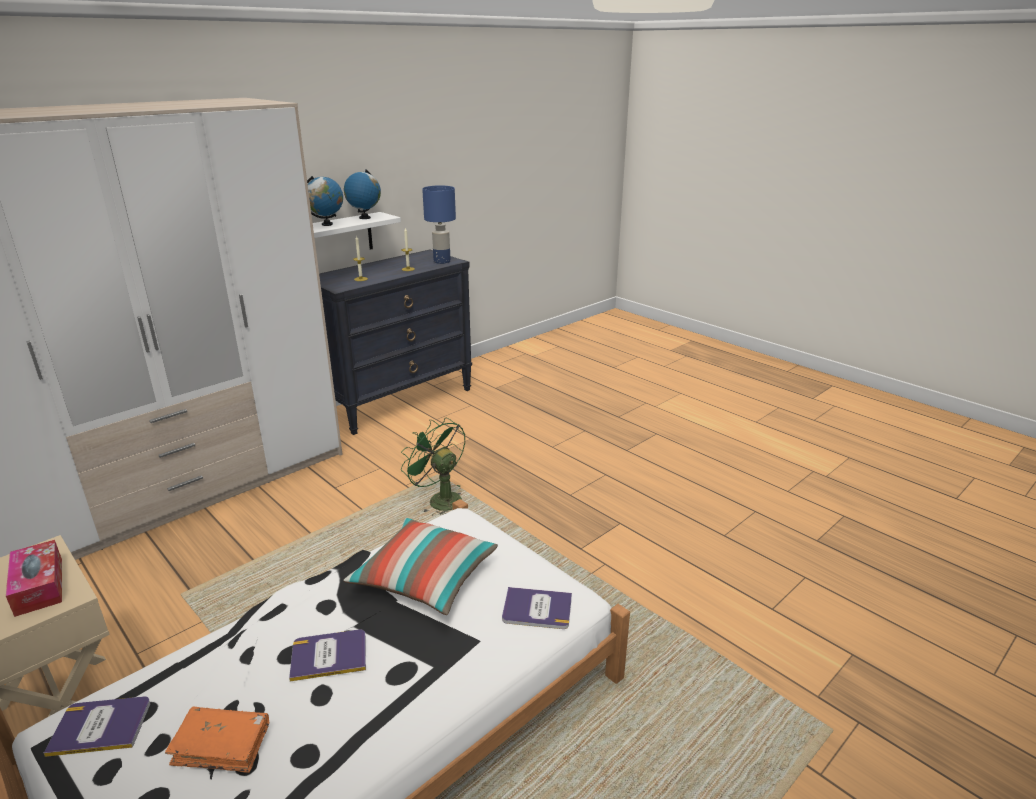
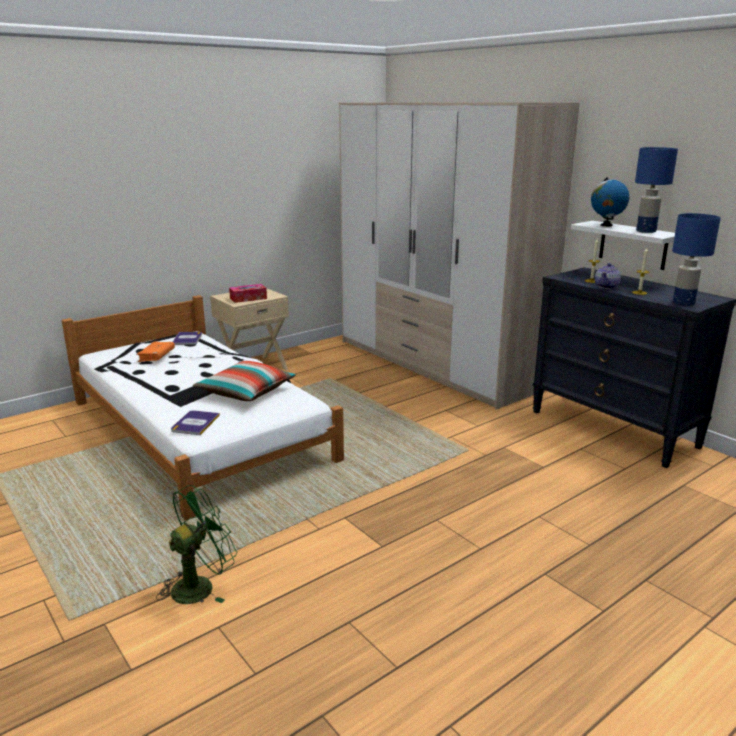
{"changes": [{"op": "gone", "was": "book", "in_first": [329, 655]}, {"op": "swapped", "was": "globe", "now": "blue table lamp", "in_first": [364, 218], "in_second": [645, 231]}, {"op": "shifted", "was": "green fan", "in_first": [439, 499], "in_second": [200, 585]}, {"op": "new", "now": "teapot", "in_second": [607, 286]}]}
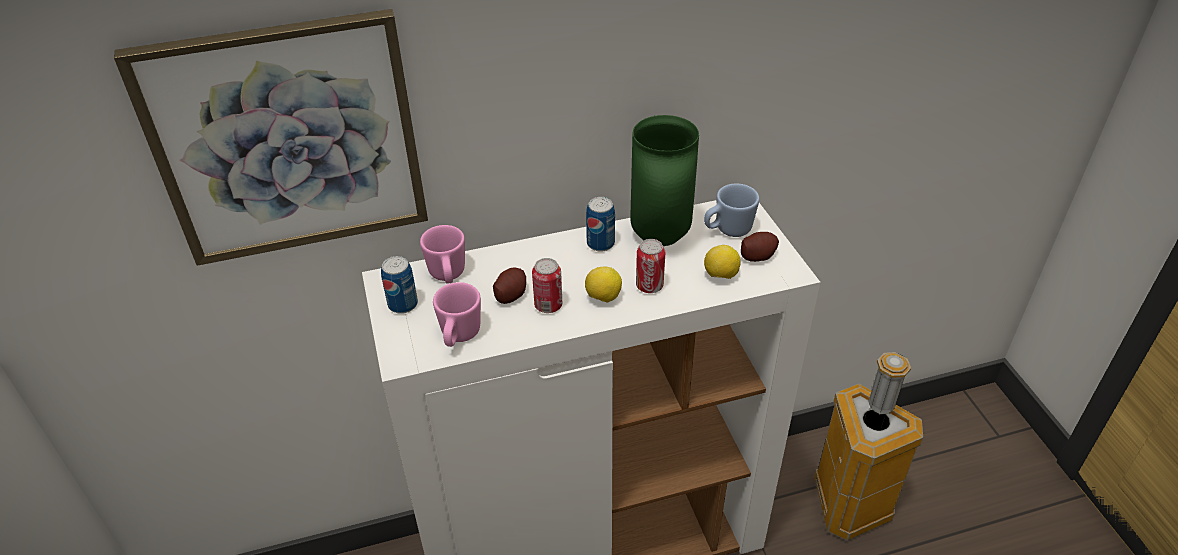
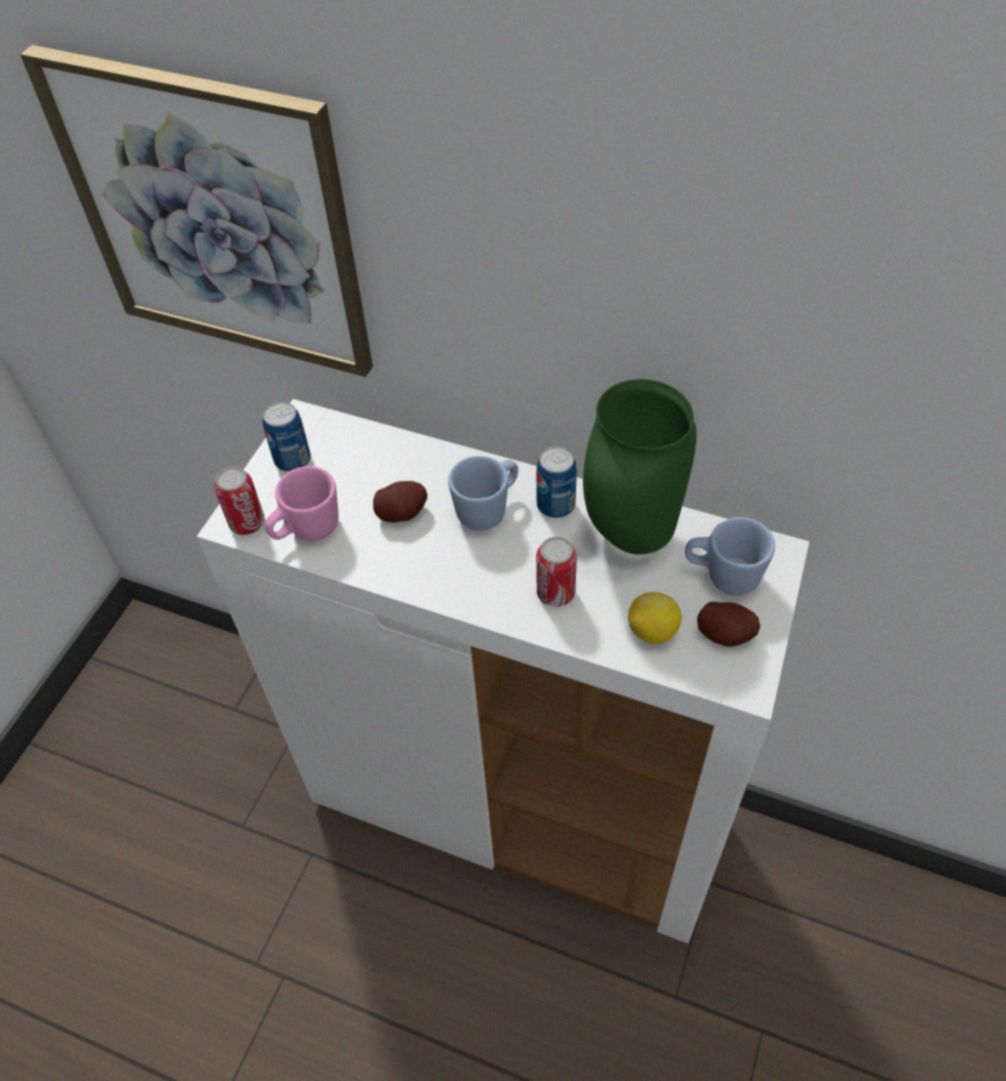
{"changes": [{"op": "gone", "was": "pink mug", "in_first": [448, 276]}, {"op": "shifted", "was": "can", "in_first": [548, 305], "in_second": [247, 523]}, {"op": "gone", "was": "lemon", "in_first": [603, 297]}, {"op": "gone", "was": "trash can", "in_first": [847, 504]}, {"op": "new", "now": "blue mug", "in_second": [488, 509]}]}
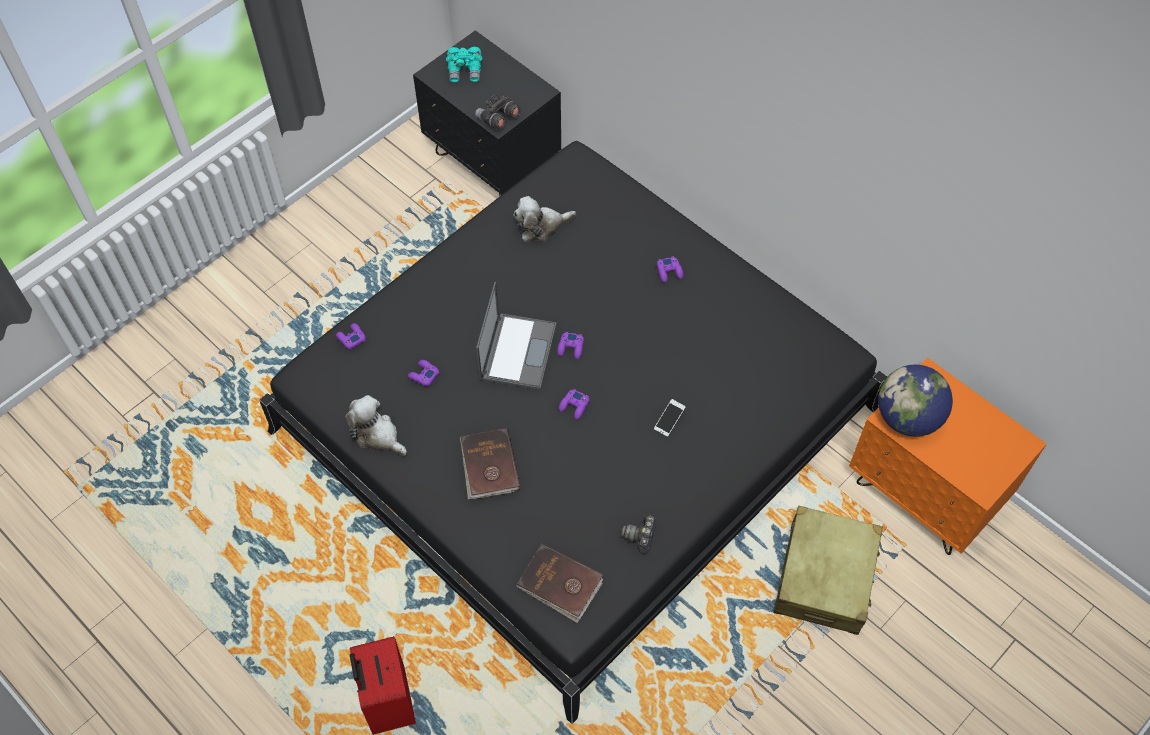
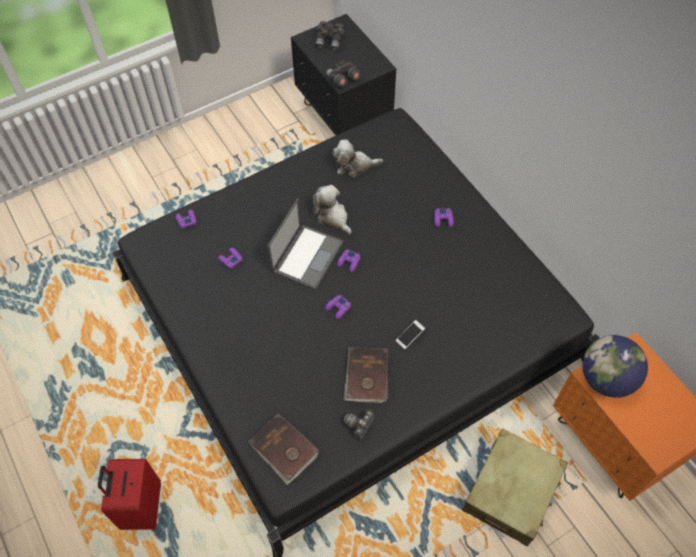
{"changes": [{"op": "shifted", "was": "plush toy", "in_first": [377, 435], "in_second": [332, 217]}, {"op": "repainted", "was": "turquoise binoculars", "now": "grey binoculars", "in_first": [465, 71], "in_second": [330, 41]}, {"op": "shifted", "was": "brown book", "in_first": [489, 466], "in_second": [366, 376]}]}
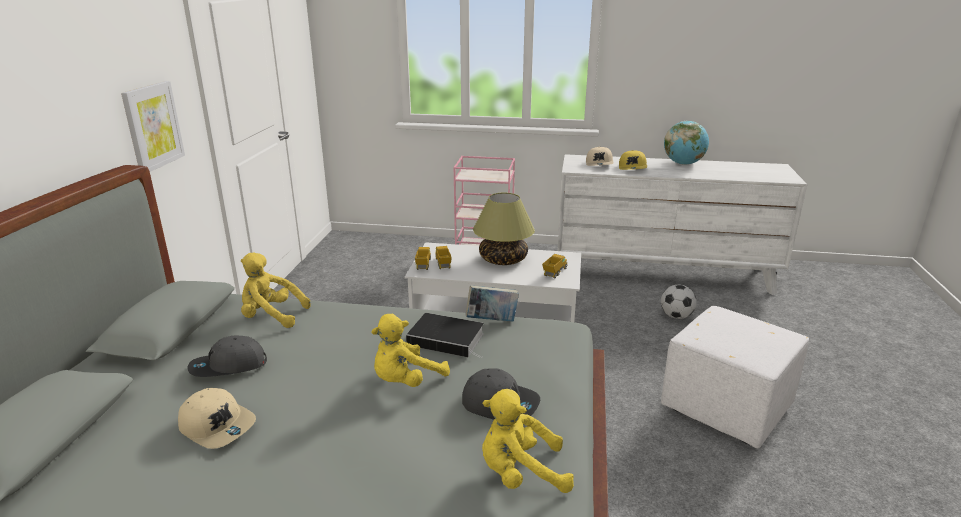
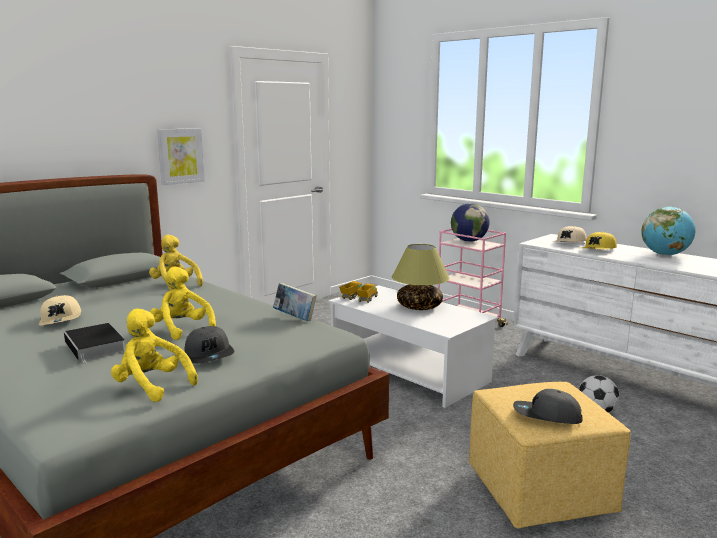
{"changes": [{"op": "shifted", "was": "grey cap", "in_first": [228, 367], "in_second": [546, 416]}, {"op": "rotated", "was": "yellow plush toy", "in_first": [406, 381], "in_second": [182, 330], "clockwise": 60}, {"op": "shifted", "was": "book", "in_first": [448, 339], "in_second": [96, 347]}, {"op": "gone", "was": "toy truck", "in_first": [554, 273]}, {"op": "repainted", "was": "white ottoman", "now": "yellow ottoman", "in_first": [727, 407], "in_second": [542, 493]}, {"op": "new", "now": "globe", "in_second": [469, 241]}]}
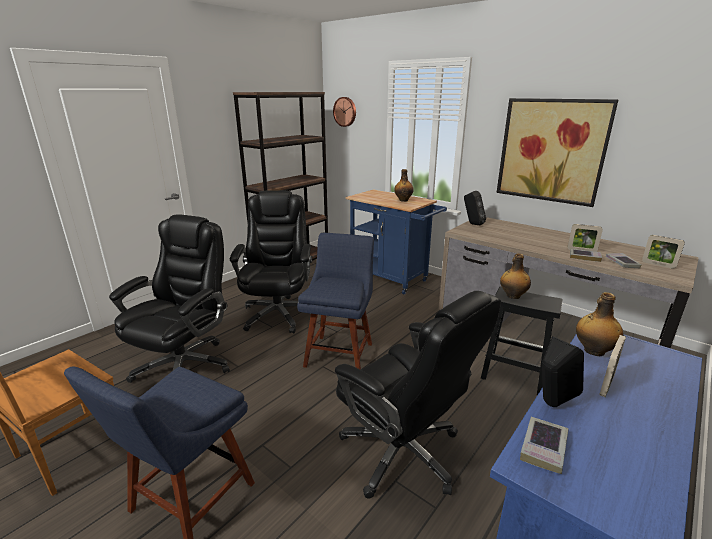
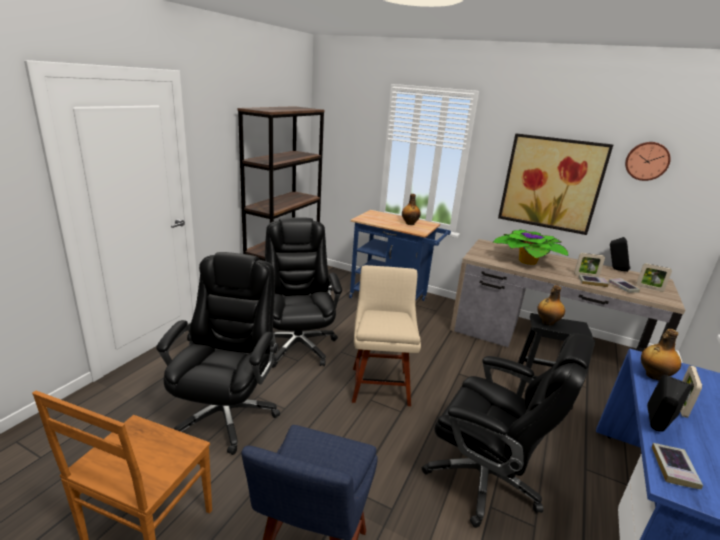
{"changes": [{"op": "repainted", "was": "blue chair", "now": "beige chair", "in_first": [340, 352], "in_second": [380, 383]}, {"op": "shifted", "was": "wall clock", "in_first": [345, 111], "in_second": [647, 161]}, {"op": "shifted", "was": "black speaker", "in_first": [472, 224], "in_second": [615, 269]}, {"op": "new", "now": "potted plant", "in_second": [527, 260]}]}
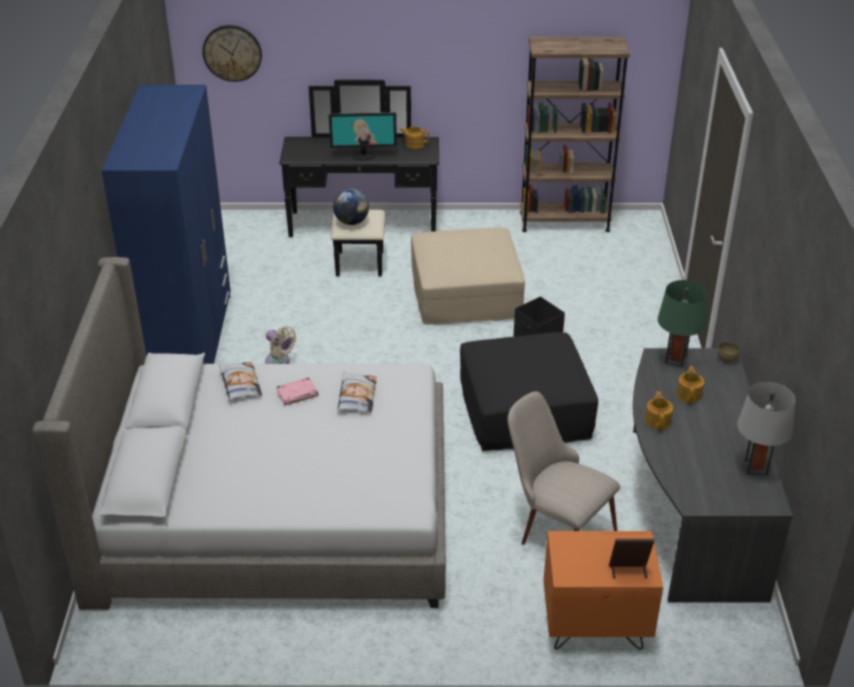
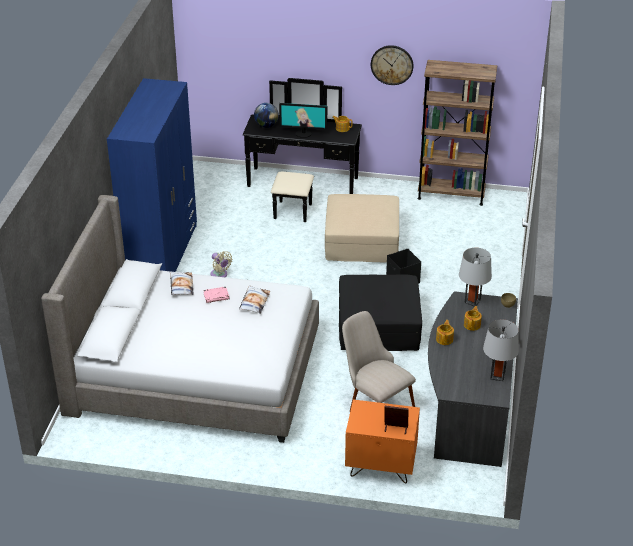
{"changes": [{"op": "shifted", "was": "wall clock", "in_first": [232, 53], "in_second": [392, 64]}, {"op": "shifted", "was": "globe", "in_first": [351, 222], "in_second": [266, 126]}, {"op": "repainted", "was": "green table lamp", "now": "grey table lamp", "in_first": [675, 359], "in_second": [472, 301]}]}
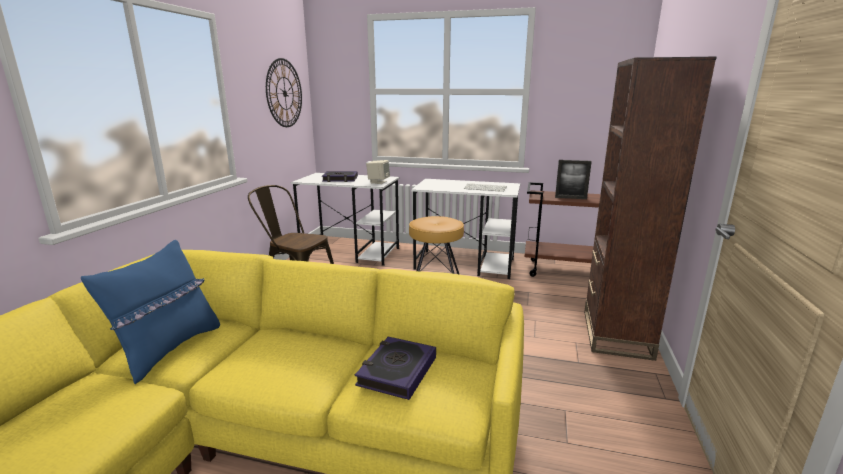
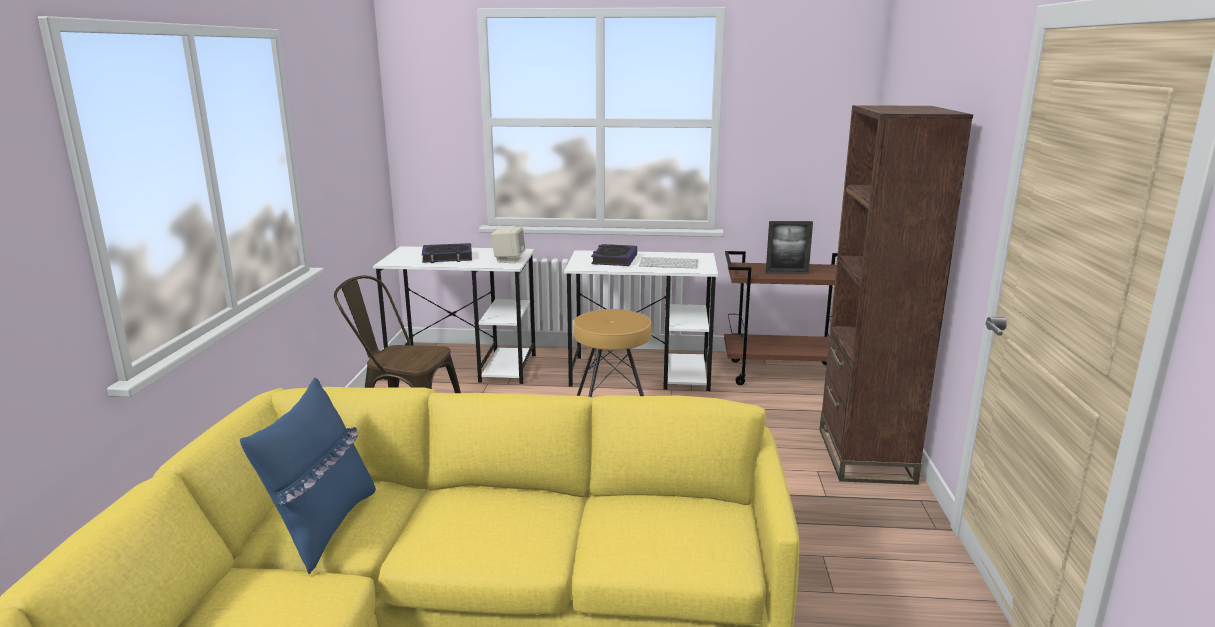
{"changes": [{"op": "gone", "was": "wall clock", "in_first": [284, 93]}, {"op": "shifted", "was": "book", "in_first": [397, 371], "in_second": [614, 259]}]}
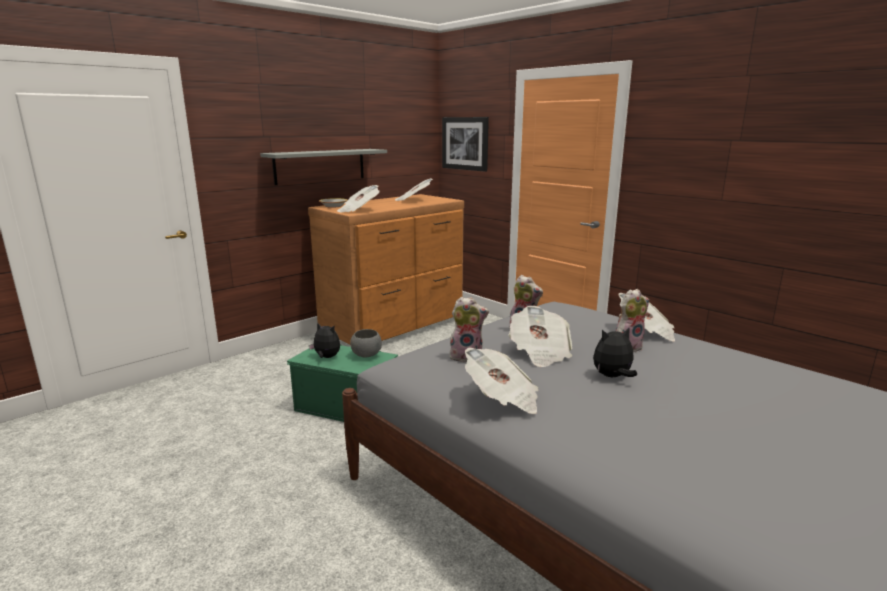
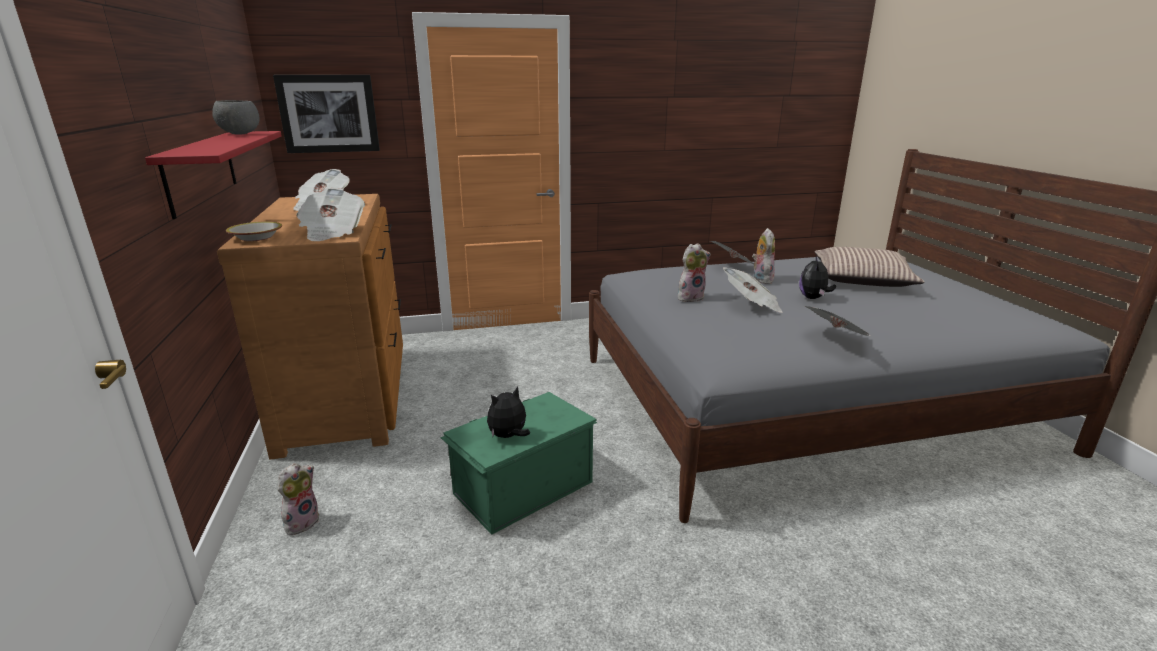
{"changes": [{"op": "repainted", "was": "grey shelf", "now": "red shelf", "in_first": [320, 166], "in_second": [201, 171]}, {"op": "shifted", "was": "grey bowl", "in_first": [366, 355], "in_second": [239, 134]}, {"op": "shifted", "was": "plush toy", "in_first": [466, 356], "in_second": [302, 522]}, {"op": "new", "now": "pillow", "in_second": [862, 279]}]}
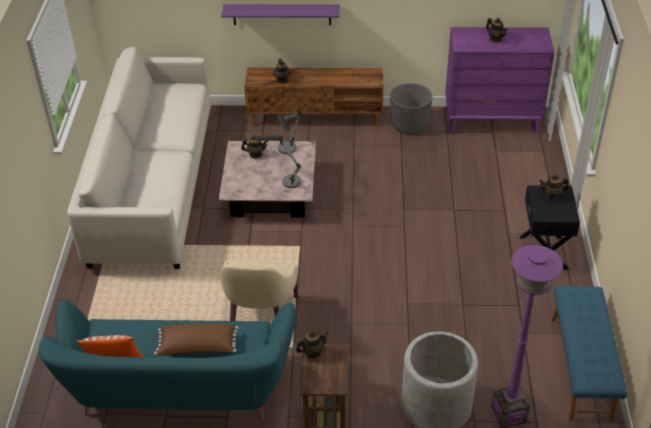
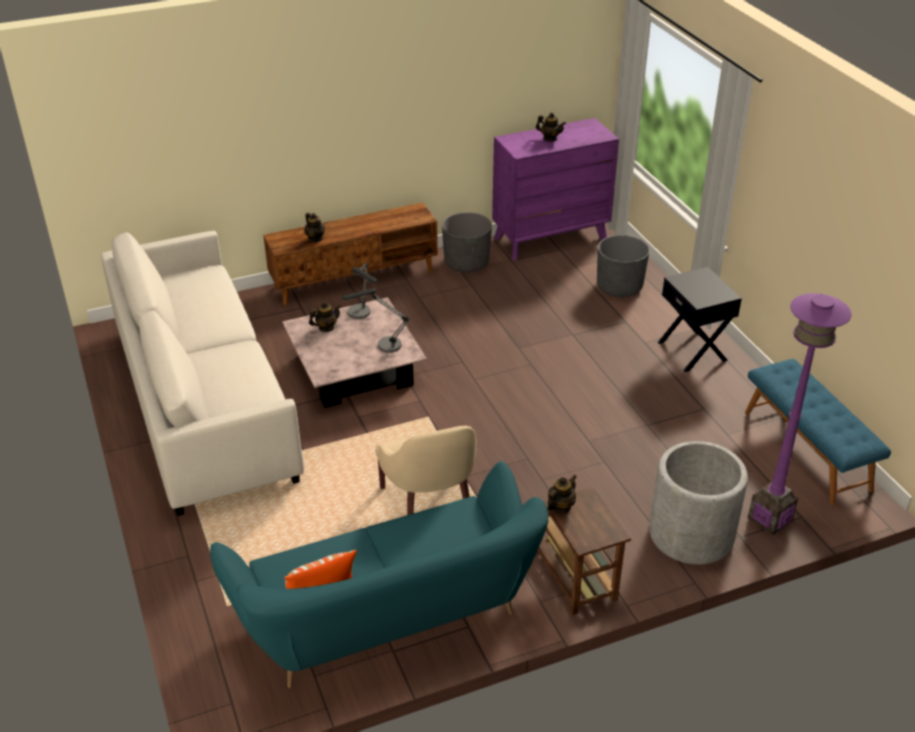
{"changes": [{"op": "gone", "was": "brown pillow", "in_first": [197, 347]}, {"op": "gone", "was": "purple shelf", "in_first": [282, 14]}, {"op": "gone", "was": "teapot", "in_first": [551, 195]}, {"op": "new", "now": "grey planter", "in_second": [619, 287]}]}
